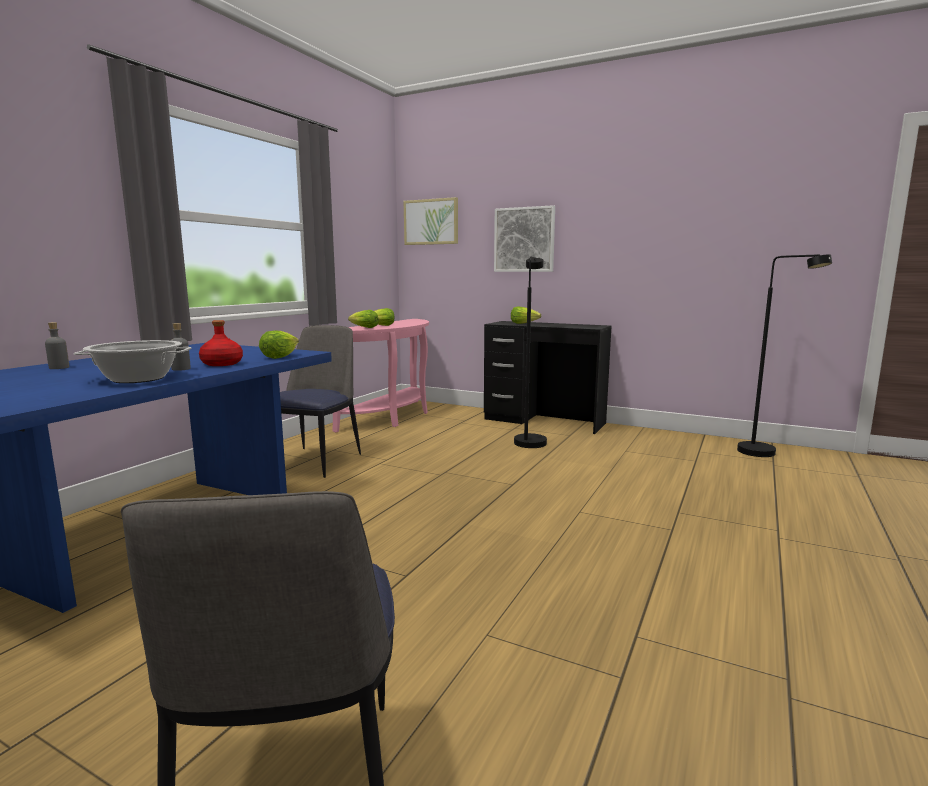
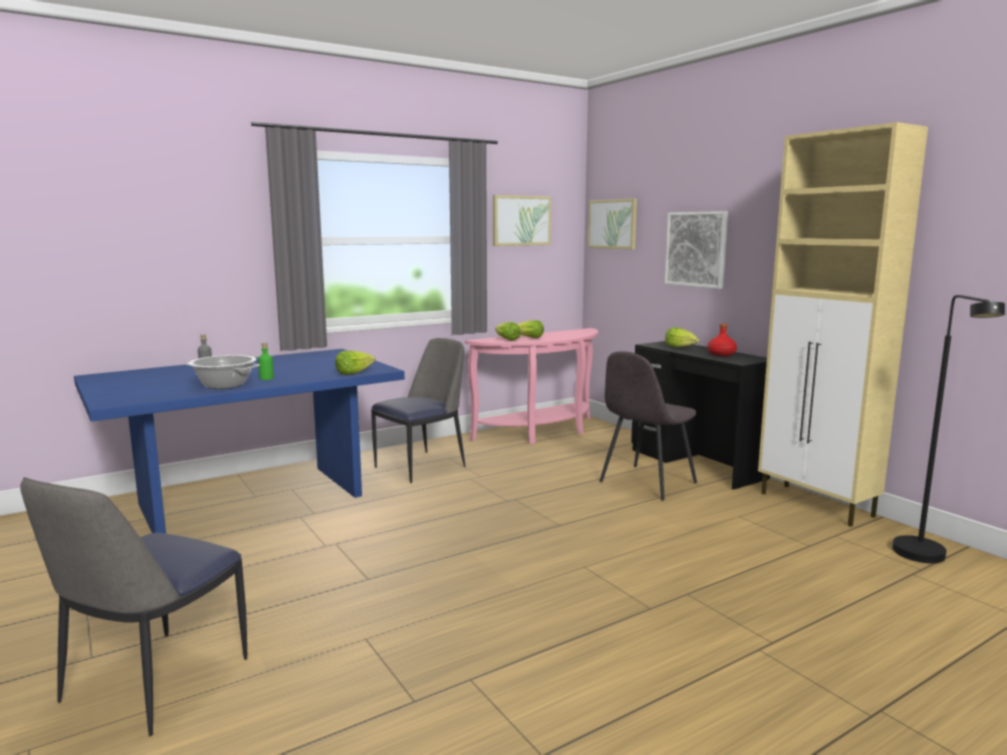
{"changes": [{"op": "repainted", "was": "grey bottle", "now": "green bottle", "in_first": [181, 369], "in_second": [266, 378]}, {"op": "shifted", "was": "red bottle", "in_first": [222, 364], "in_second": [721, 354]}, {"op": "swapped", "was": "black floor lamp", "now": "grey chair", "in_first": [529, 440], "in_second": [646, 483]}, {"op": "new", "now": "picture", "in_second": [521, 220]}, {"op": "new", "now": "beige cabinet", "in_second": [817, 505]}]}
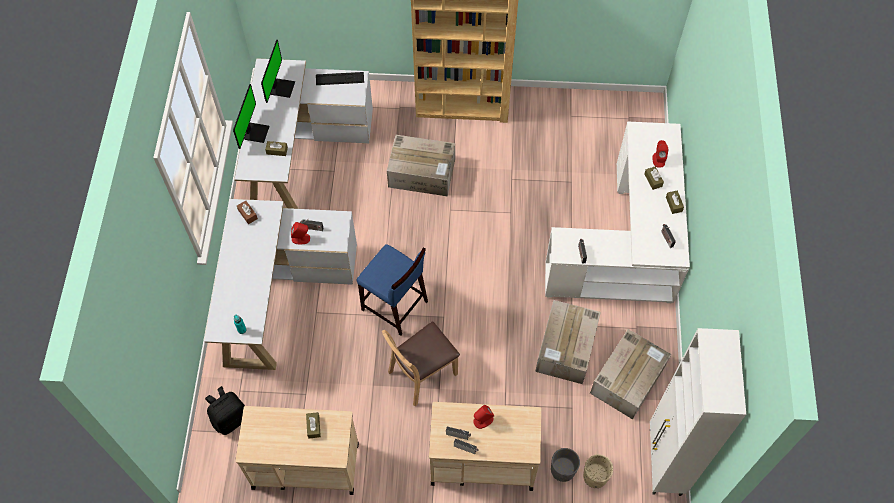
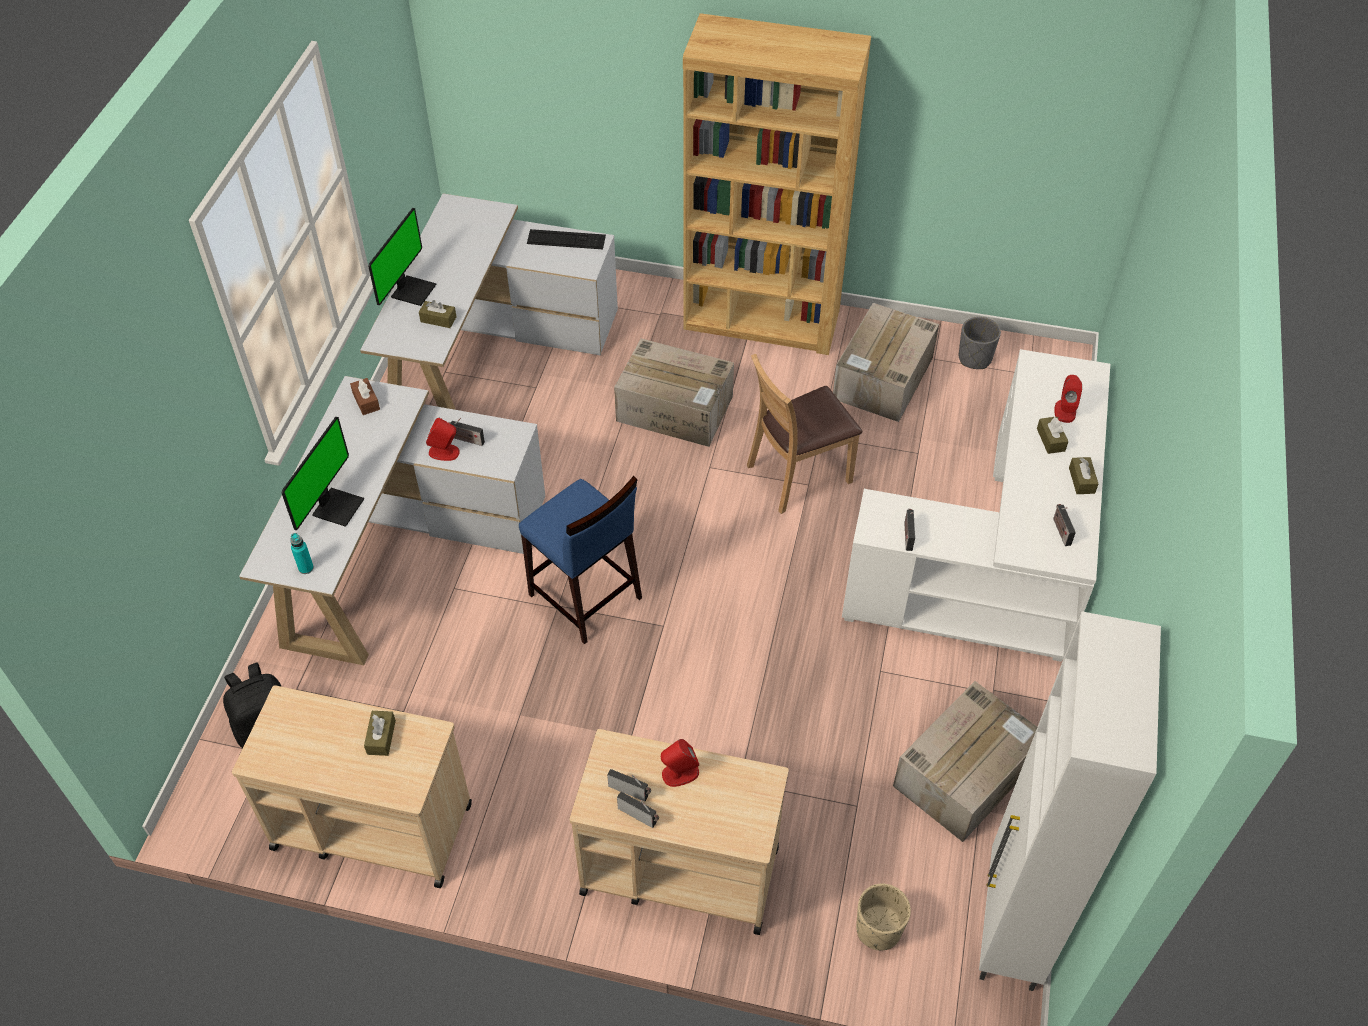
{"changes": [{"op": "shifted", "was": "monitor", "in_first": [281, 88], "in_second": [336, 506]}, {"op": "shifted", "was": "brown chair", "in_first": [422, 374], "in_second": [798, 475]}, {"op": "shifted", "was": "cardboard box", "in_first": [566, 349], "in_second": [882, 379]}, {"op": "shifted", "was": "grey planter", "in_first": [563, 470], "in_second": [975, 358]}]}
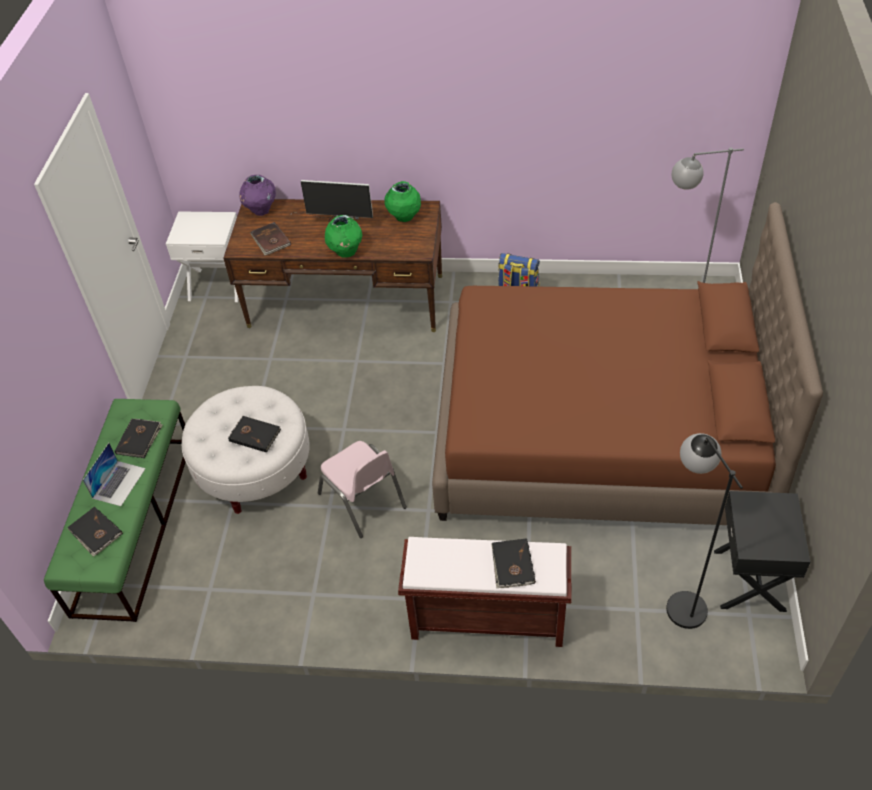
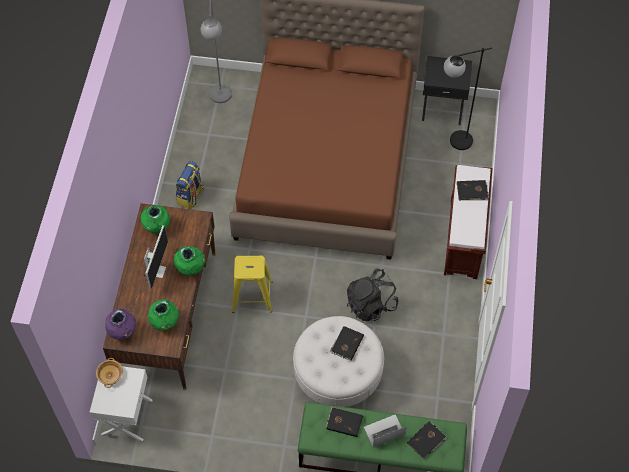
{"changes": [{"op": "rotated", "was": "laptop", "in_first": [119, 483], "in_second": [384, 431], "clockwise": -45}, {"op": "swapped", "was": "brown book", "now": "green vase", "in_first": [270, 240], "in_second": [165, 323]}, {"op": "swapped", "was": "pink chair", "now": "black backpack", "in_first": [362, 500], "in_second": [371, 304]}, {"op": "new", "now": "beige bowl", "in_second": [110, 375]}, {"op": "new", "now": "yellow stool", "in_second": [252, 297]}]}
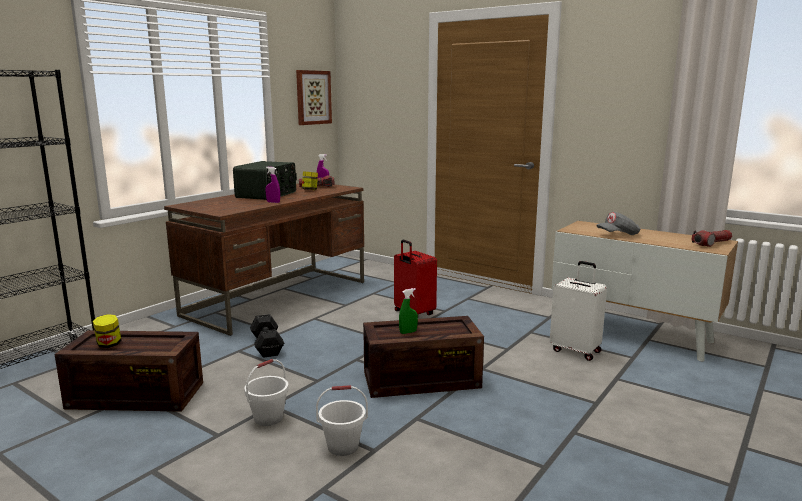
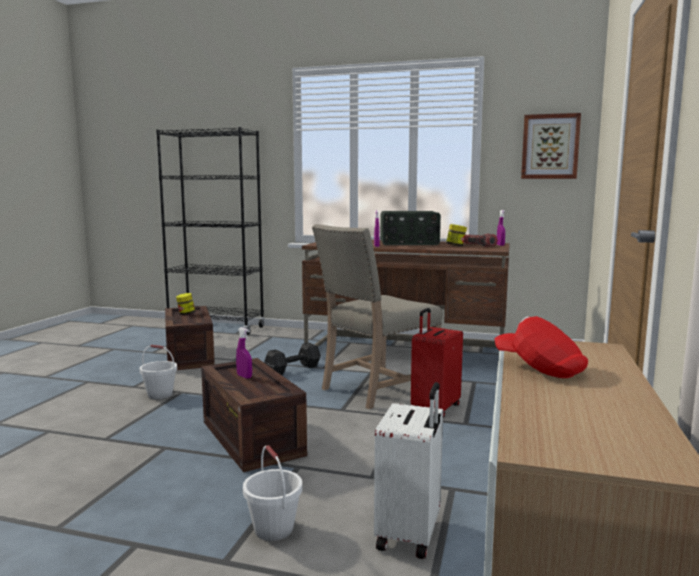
{"changes": [{"op": "shifted", "was": "white bucket", "in_first": [342, 447], "in_second": [273, 529]}, {"op": "repainted", "was": "green spray bottle", "now": "purple spray bottle", "in_first": [408, 332], "in_second": [244, 376]}, {"op": "repainted", "was": "grey cap", "now": "red cap", "in_first": [618, 235], "in_second": [539, 368]}, {"op": "gone", "was": "flashlight", "in_first": [711, 243]}, {"op": "new", "now": "beige chair", "in_second": [376, 388]}]}
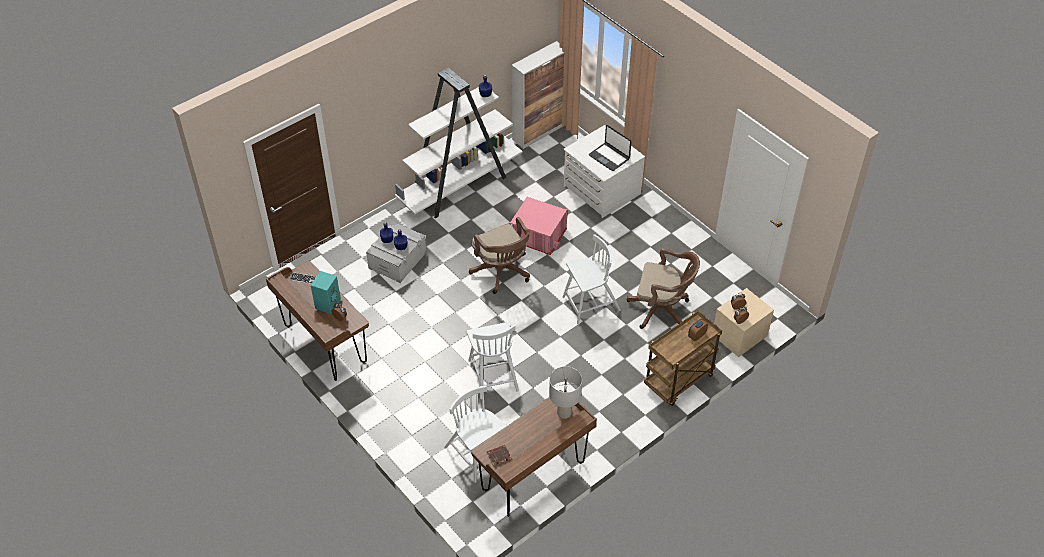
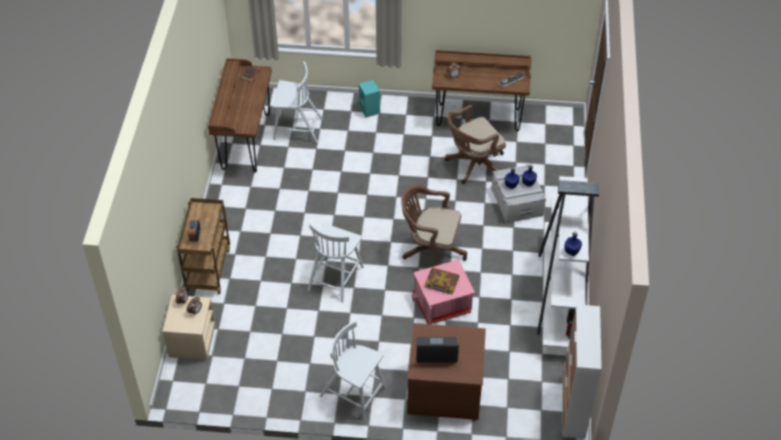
{"changes": [{"op": "shifted", "was": "turquoise speaker", "in_first": [327, 303], "in_second": [370, 110]}, {"op": "shifted", "was": "white chair", "in_first": [493, 374], "in_second": [354, 393]}, {"op": "gone", "was": "grey table lamp", "in_first": [564, 413]}, {"op": "repainted", "was": "white dresser", "now": "brown dresser", "in_first": [601, 190], "in_second": [444, 388]}, {"op": "shifted", "was": "brown office chair", "in_first": [661, 309], "in_second": [473, 165]}, {"op": "new", "now": "book", "in_second": [442, 282]}]}
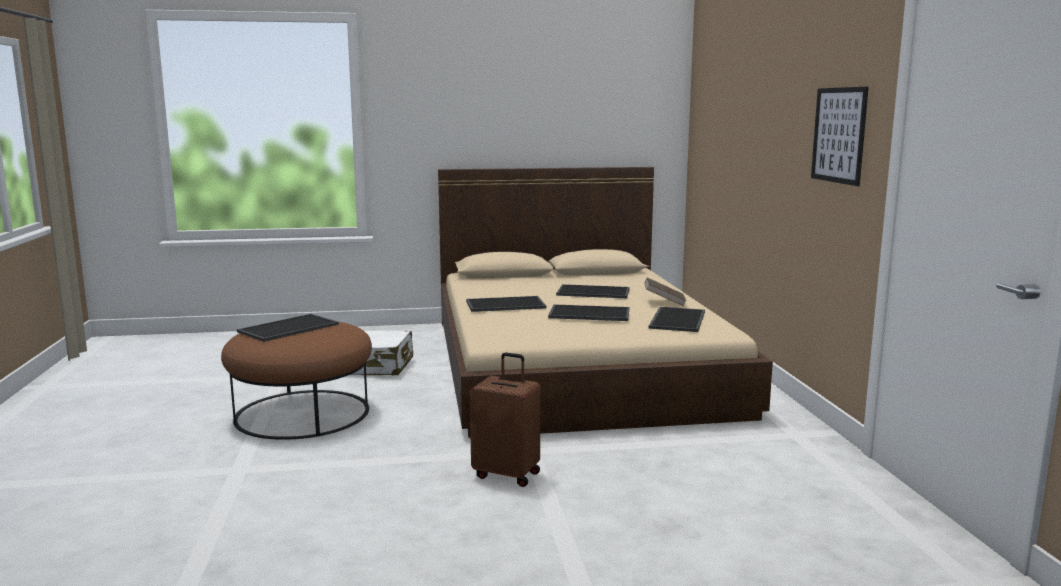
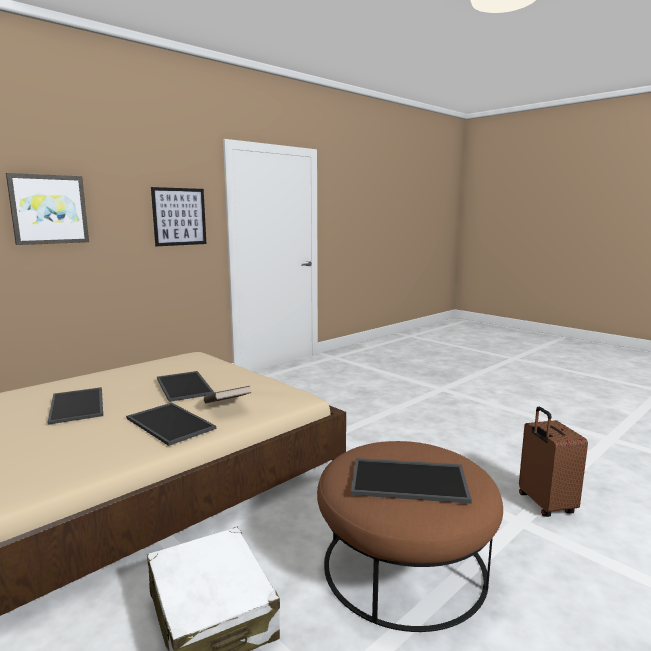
{"changes": [{"op": "shifted", "was": "brown suitcase", "in_first": [507, 474], "in_second": [544, 504]}, {"op": "shifted", "was": "brown book", "in_first": [664, 302], "in_second": [227, 406]}, {"op": "gone", "was": "tray", "in_first": [676, 319]}, {"op": "new", "now": "picture", "in_second": [49, 209]}]}
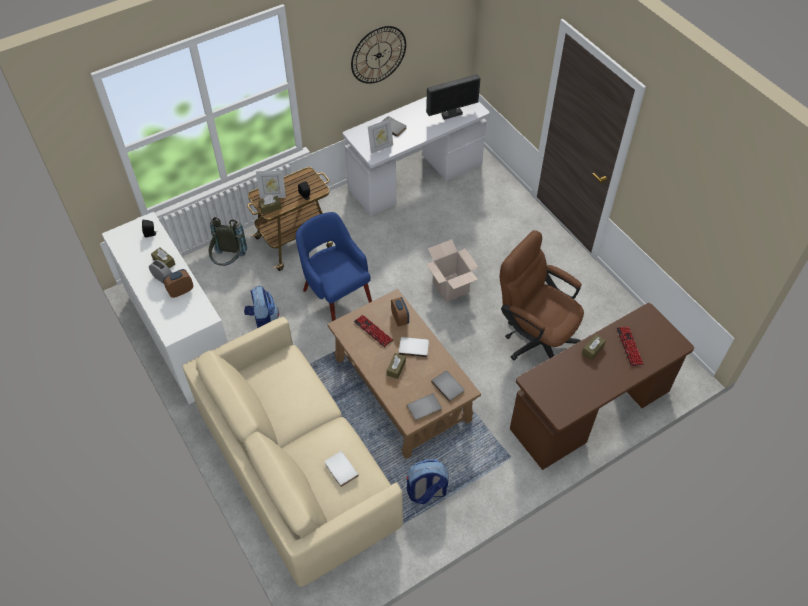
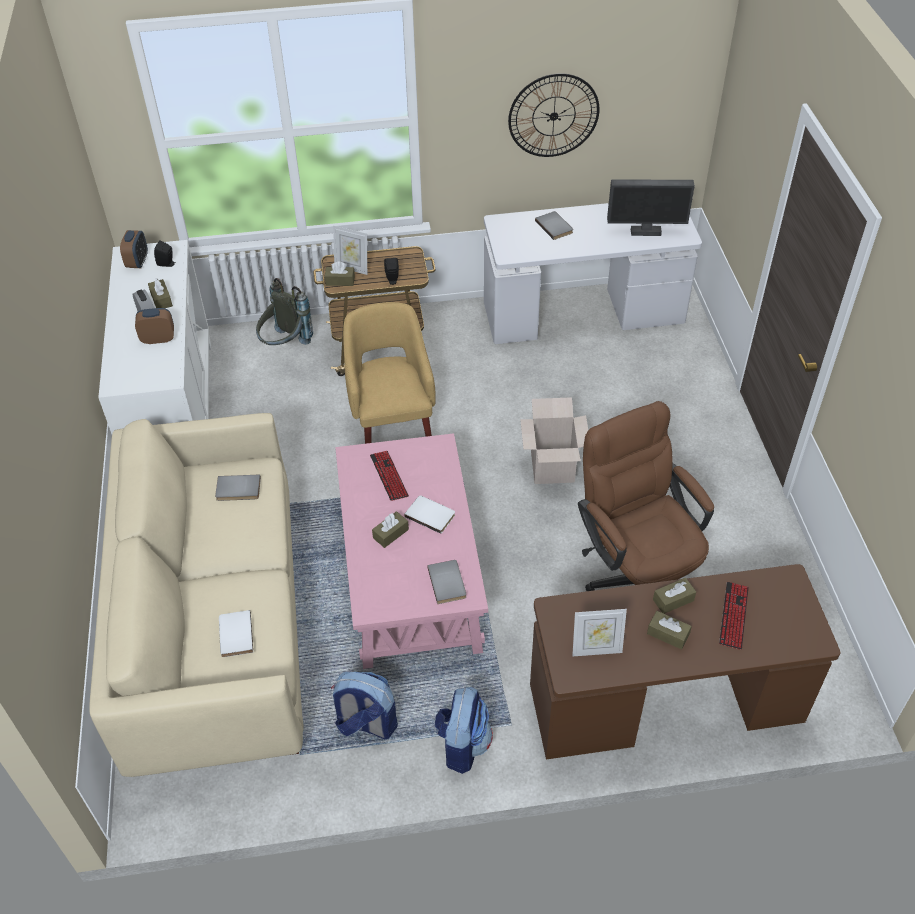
{"changes": [{"op": "shifted", "was": "backpack", "in_first": [263, 322], "in_second": [462, 744]}, {"op": "repainted", "was": "blue armchair", "now": "yellow armchair", "in_first": [336, 296], "in_second": [393, 429]}, {"op": "repainted", "was": "brown coffee table", "now": "pink coffee table", "in_first": [401, 389], "in_second": [410, 575]}, {"op": "shifted", "was": "picture frame", "in_first": [381, 147], "in_second": [596, 650]}, {"op": "shifted", "was": "alarm clock", "in_first": [400, 319], "in_second": [138, 262]}, {"op": "shifted", "was": "grey book", "in_first": [424, 409], "in_second": [238, 490]}, {"op": "new", "now": "brown tissue box", "in_second": [668, 634]}]}
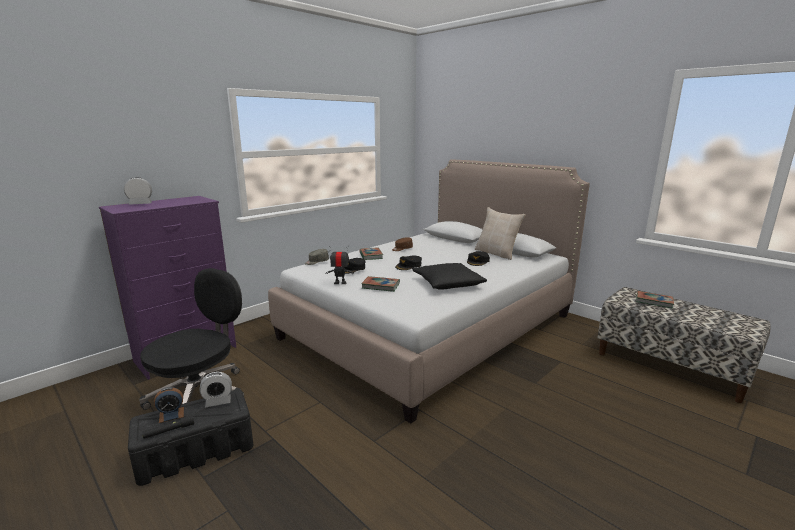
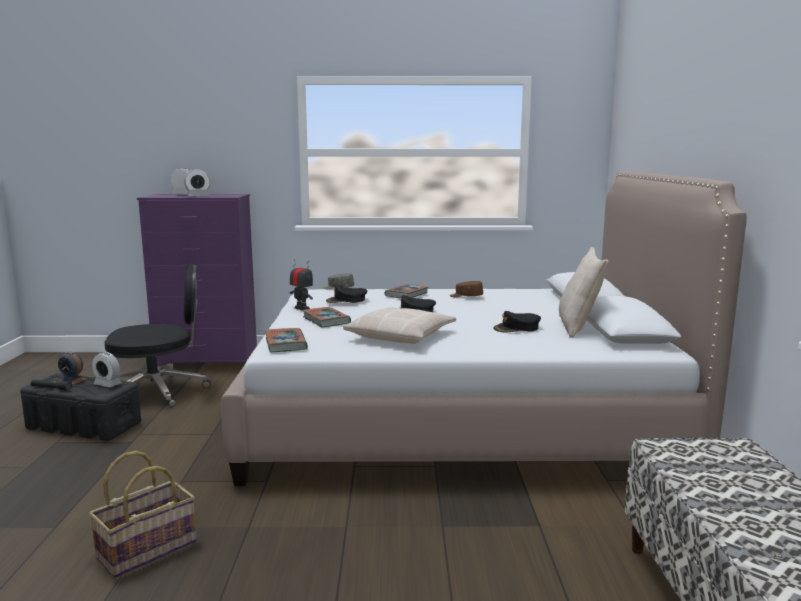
{"changes": [{"op": "repainted", "was": "black pillow", "now": "beige pillow", "in_first": [447, 283], "in_second": [401, 336]}, {"op": "shifted", "was": "book", "in_first": [654, 301], "in_second": [285, 344]}, {"op": "new", "now": "basket", "in_second": [147, 549]}, {"op": "new", "now": "alarm clock", "in_second": [198, 196]}]}
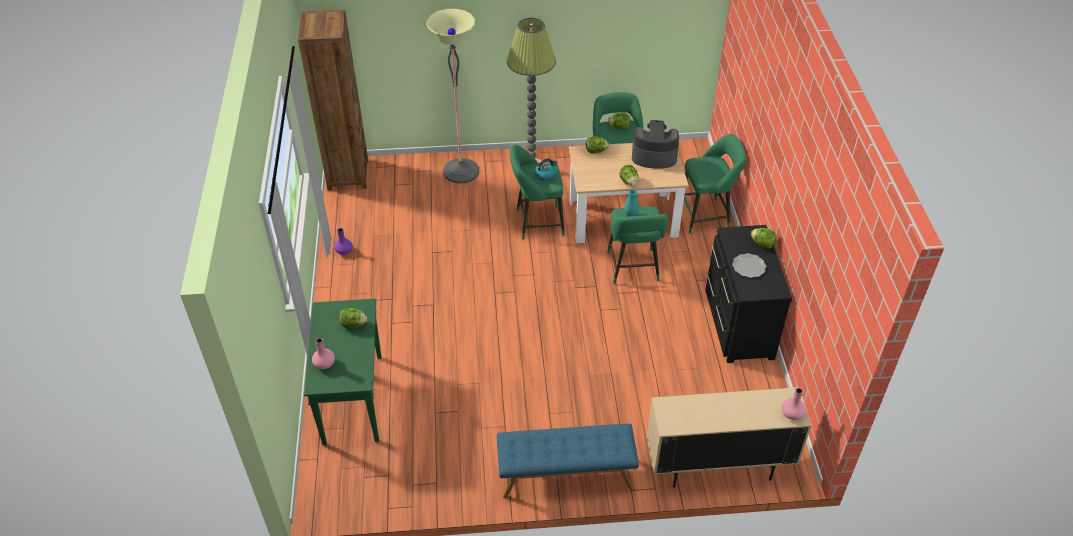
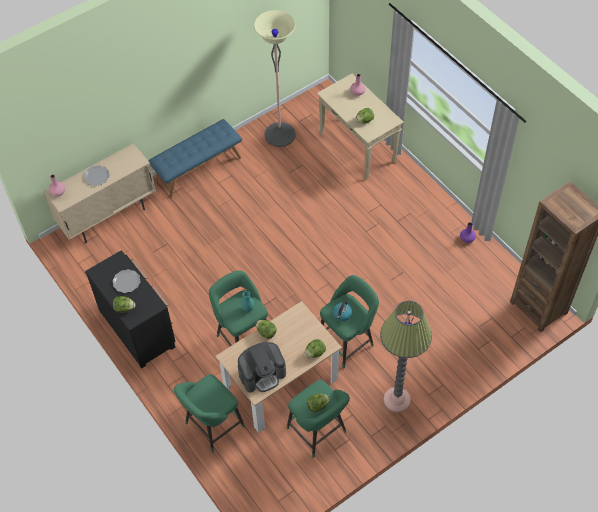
{"changes": [{"op": "repainted", "was": "green console table", "now": "beige console table", "in_first": [352, 398], "in_second": [358, 148]}, {"op": "shifted", "was": "floor lamp", "in_first": [461, 171], "in_second": [280, 135]}, {"op": "new", "now": "plate", "in_second": [97, 176]}]}
